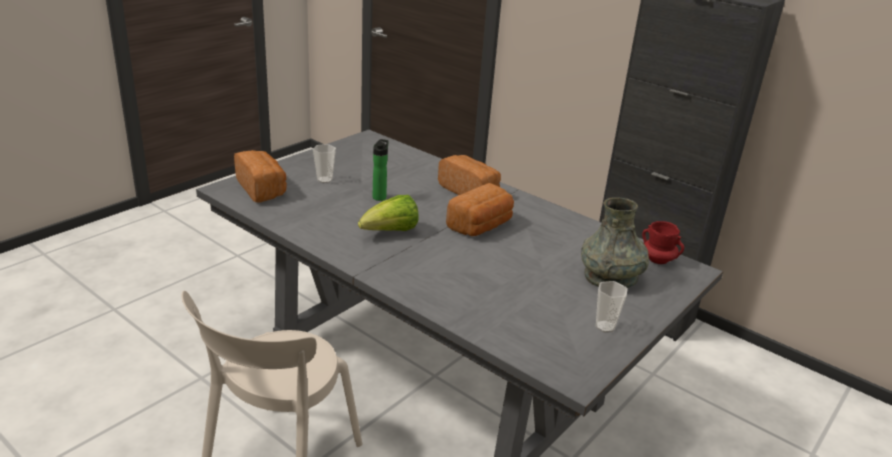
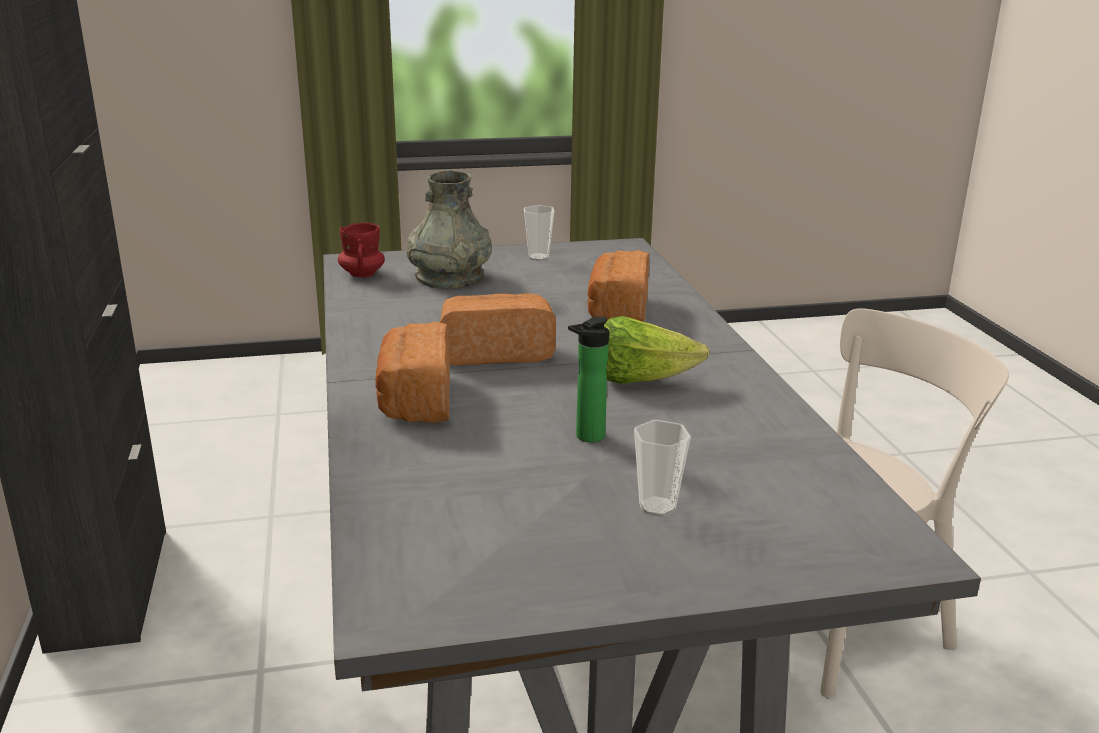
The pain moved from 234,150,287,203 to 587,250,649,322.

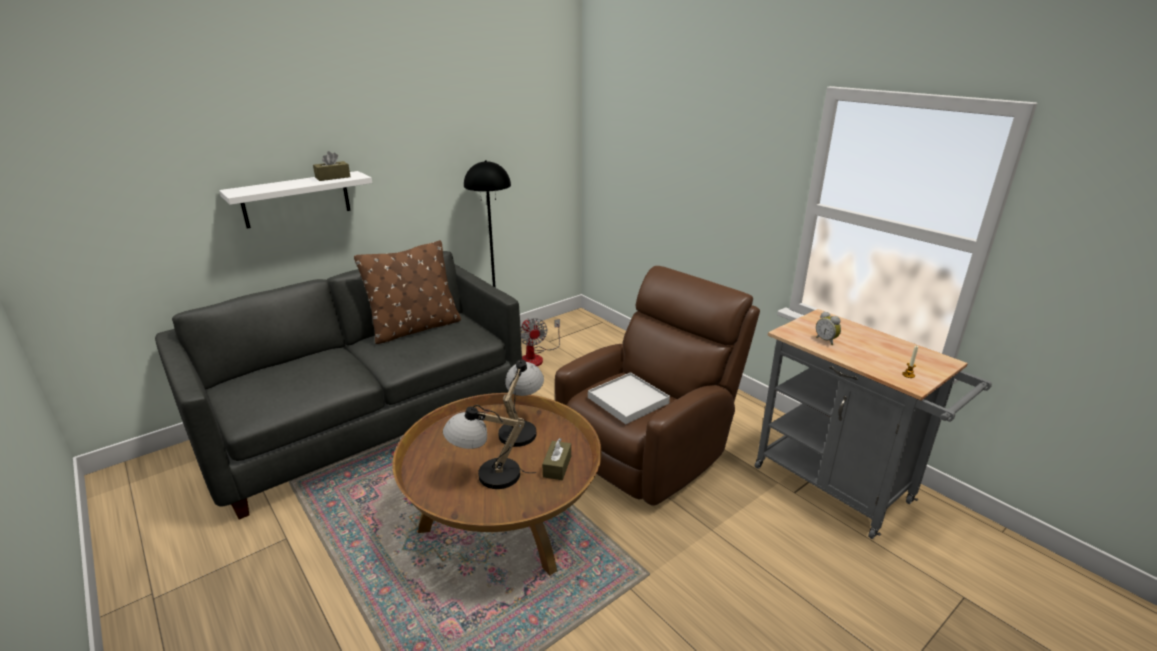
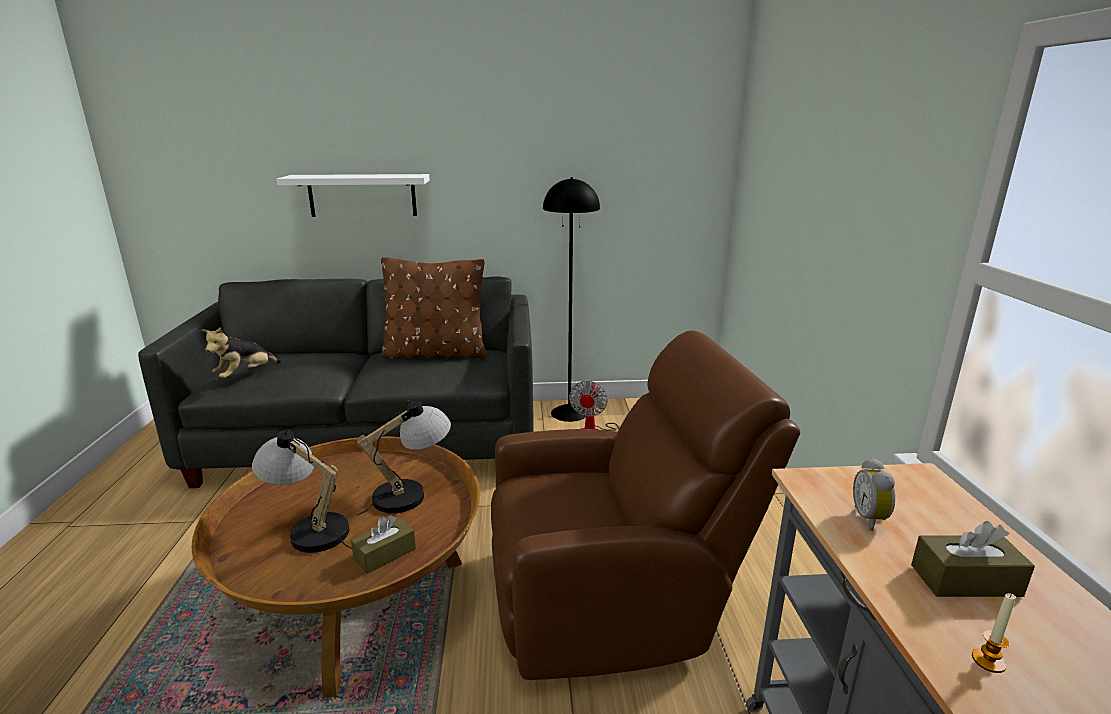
The peluche at 201,327,281,378 appeared. The boîte à mouchoirs [marron] moved from 313,151,351,181 to 911,521,1035,597. The plateau [blanc] at 588,372,670,424 disappeared.

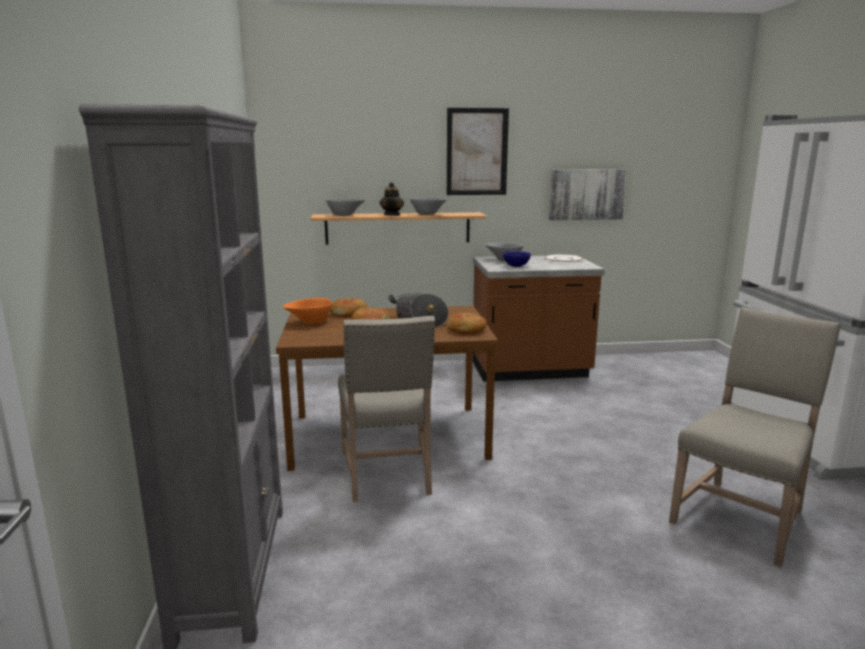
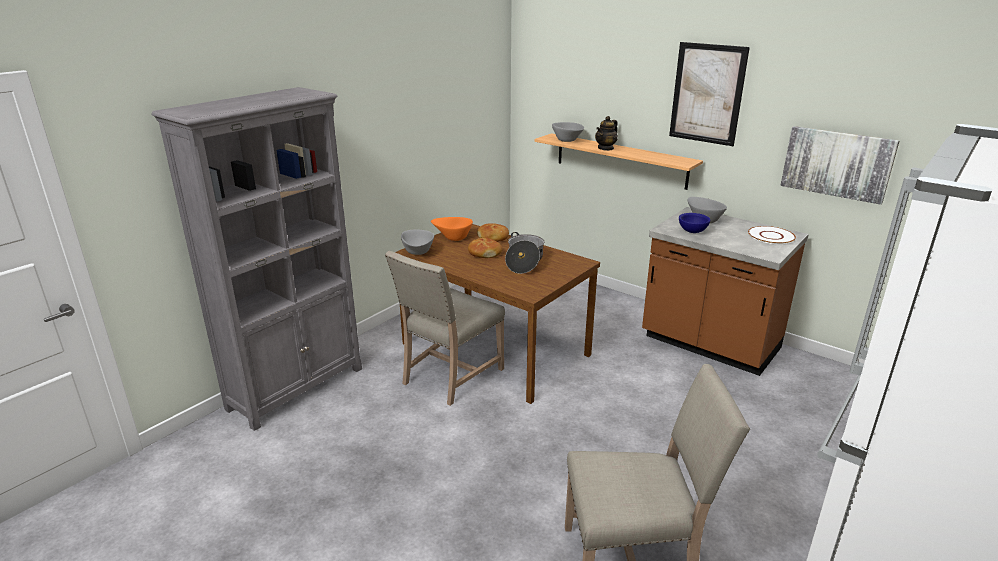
The bol [gris] moved from 410,197,447,215 to 401,230,434,255. The pain at 447,312,487,334 disappeared.

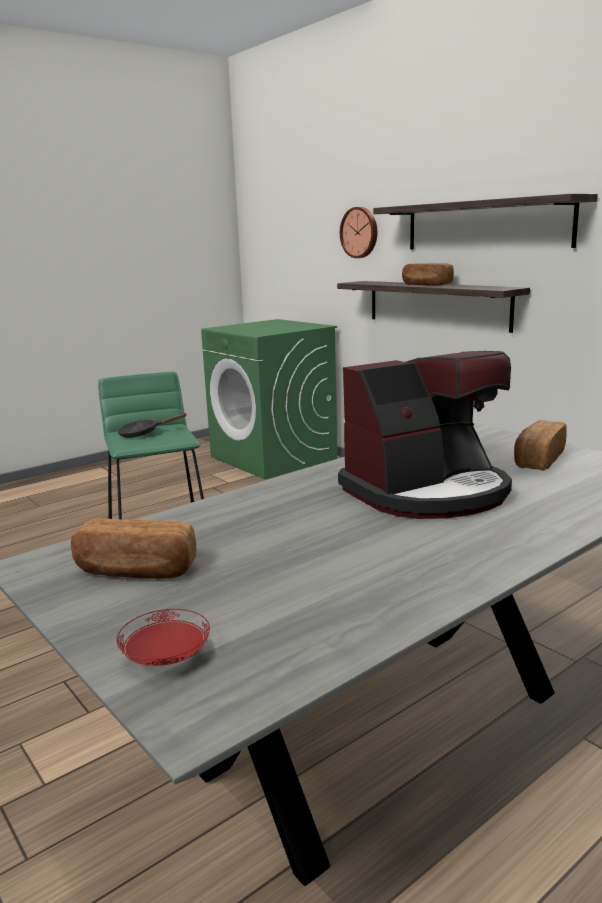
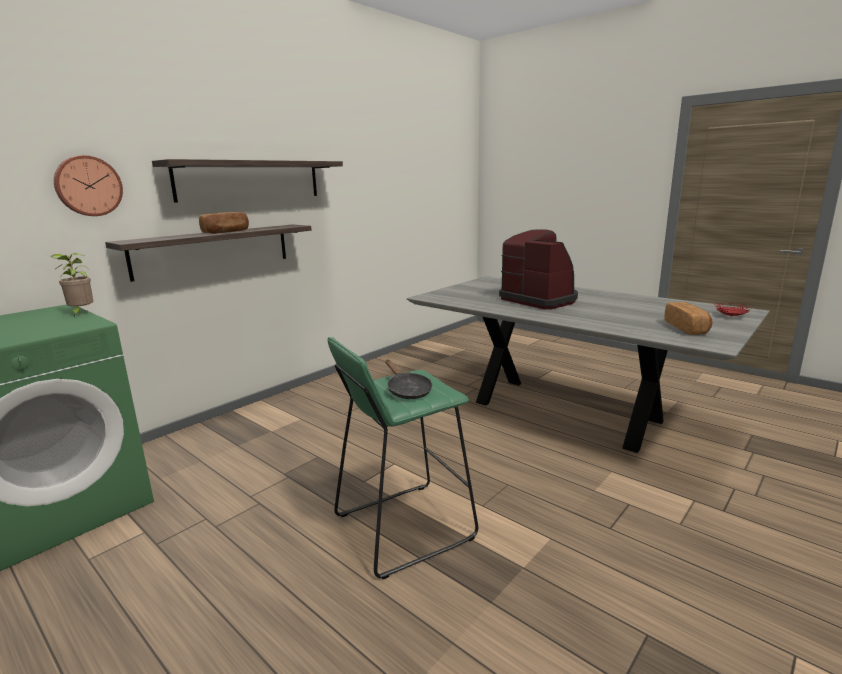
The plante en pot at 51,253,93,316 appeared. The pain at 514,420,567,471 disappeared.

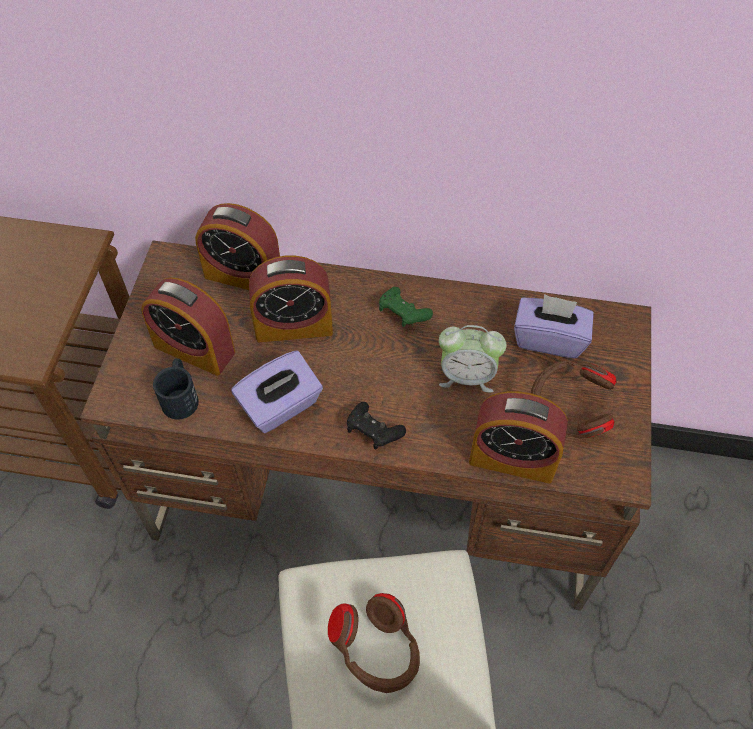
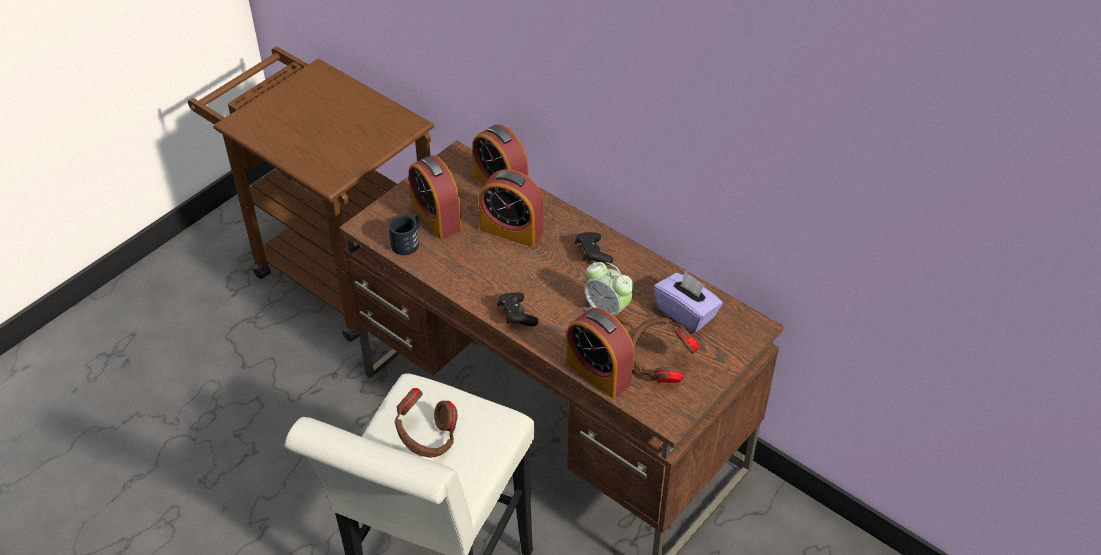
The manette [vert] at 379,287,433,327 became the manette [noir] at 575,232,613,265. The boîte à mouchoirs [violet] at 231,350,323,433 disappeared.

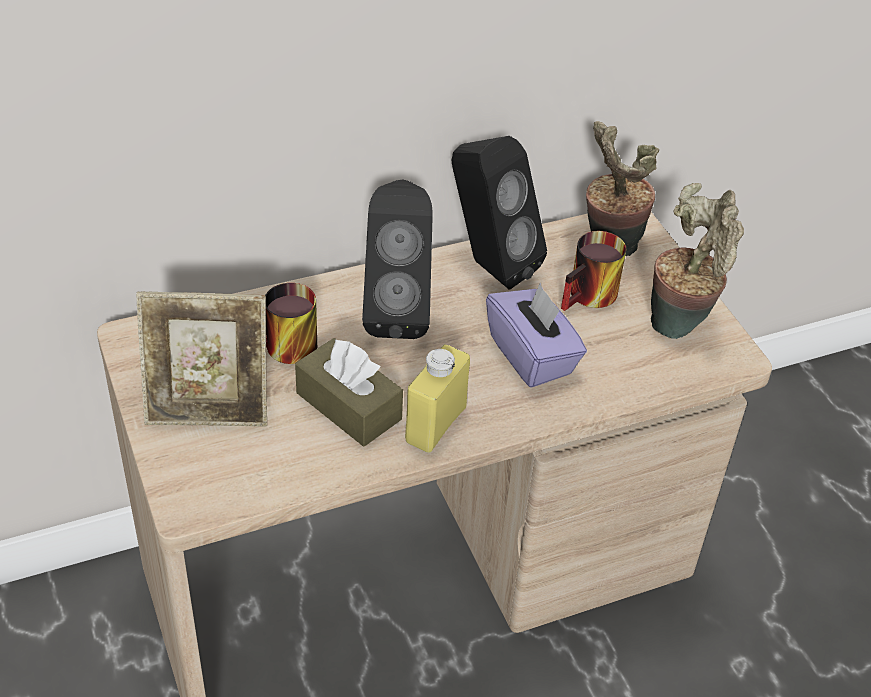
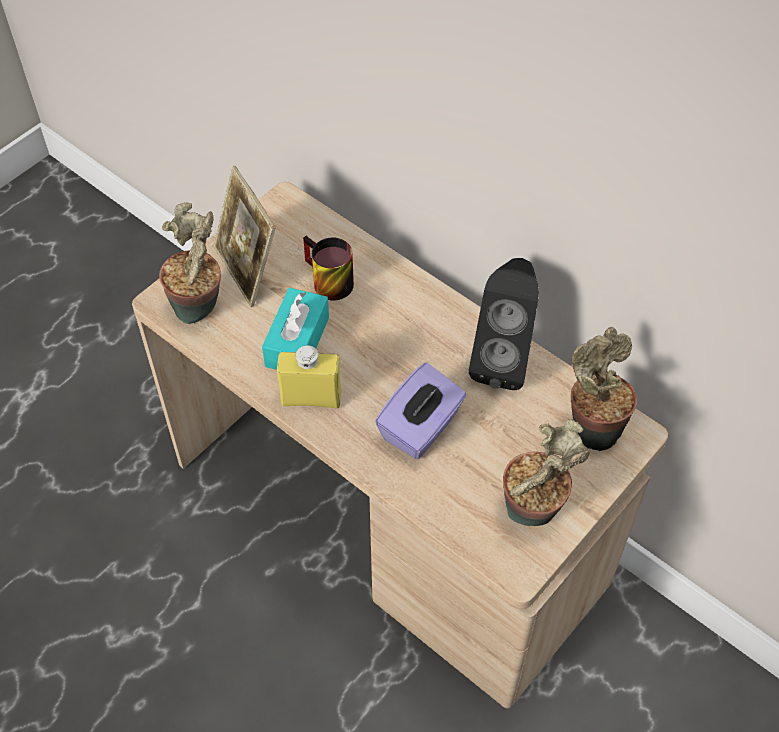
The plante en pot at 159,202,221,324 appeared. The boîte à mouchoirs [marron] at 295,338,403,446 became the boîte à mouchoirs [turquoise] at 262,288,329,370. The enceinte [noir] at 362,180,433,339 disappeared. The mug at 561,231,626,311 disappeared.

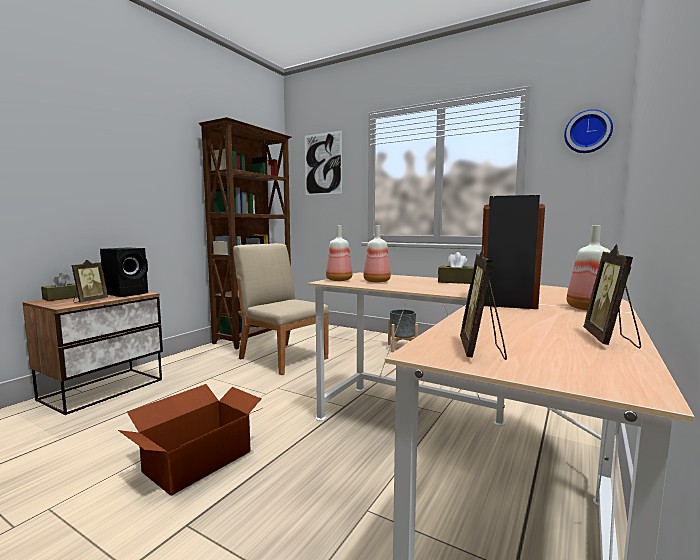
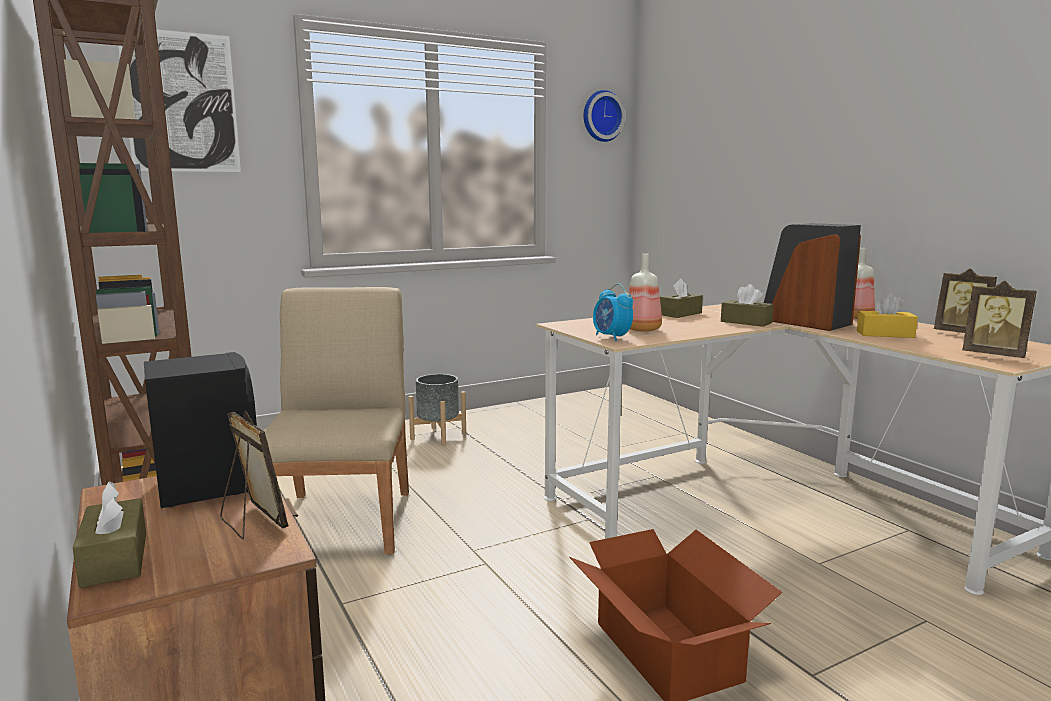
The chaise [beige] at 233,243,329,375 turned 105 degrees clockwise. The bouteille at 326,225,352,281 was replaced by the réveil at 593,284,633,341. The boîte à mouchoirs [marron] at 721,284,774,327 appeared. The boîte à mouchoirs [jaune] at 857,293,918,338 appeared.

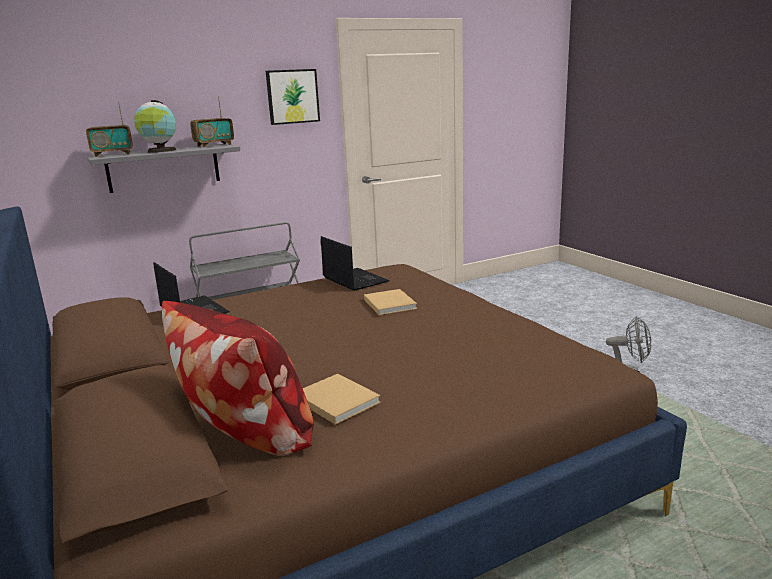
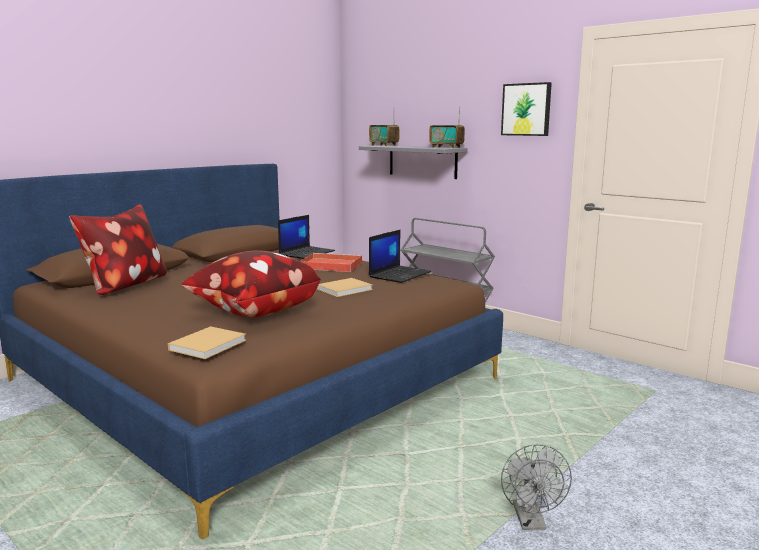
The livre [beige] moved from 303,374,381,425 to 168,326,246,359. The coussin at 181,250,321,318 appeared. The plateau [rouge] at 301,253,362,272 appeared. The globe at 134,100,176,153 disappeared.

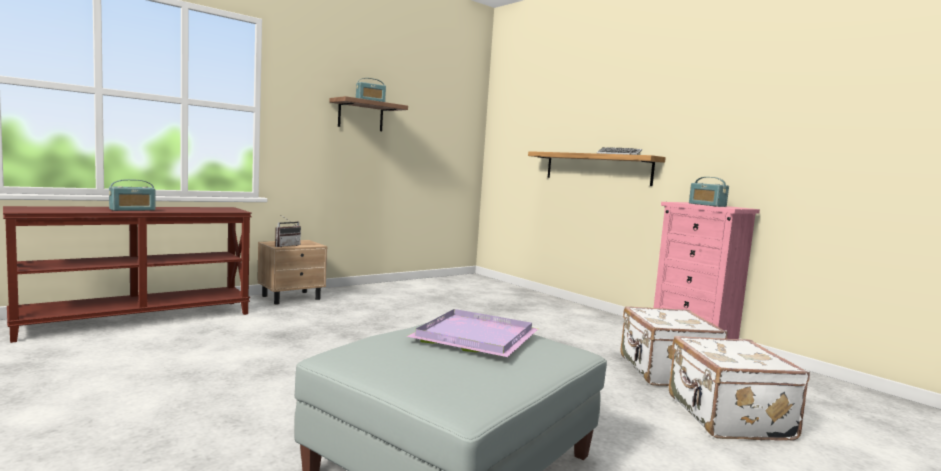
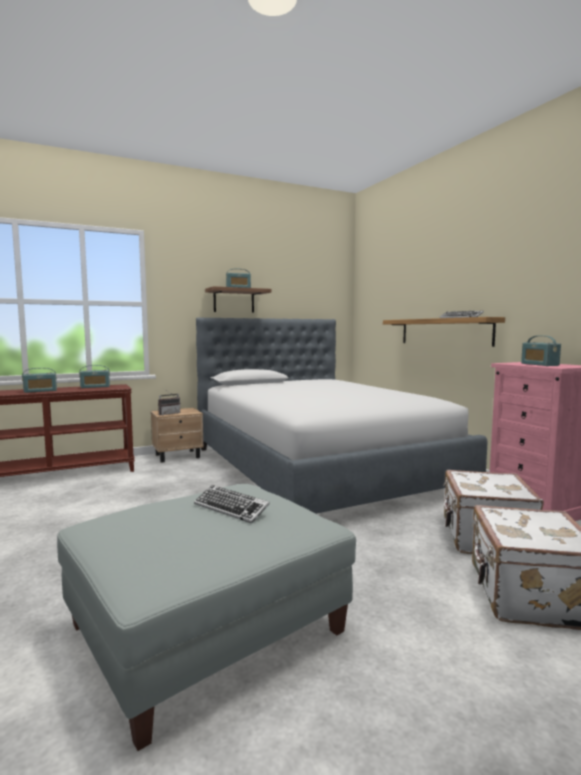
The radio at 79,365,110,388 appeared. The plateau [violet] at 406,309,538,357 was replaced by the clavier at 194,485,270,524. The lit at 196,317,488,514 appeared.

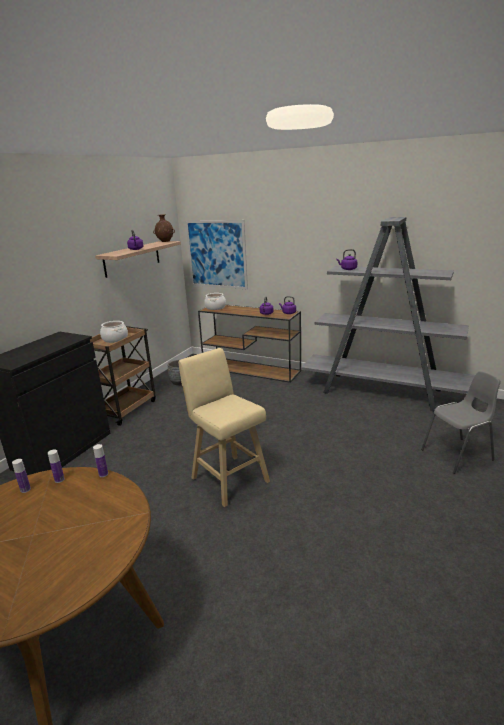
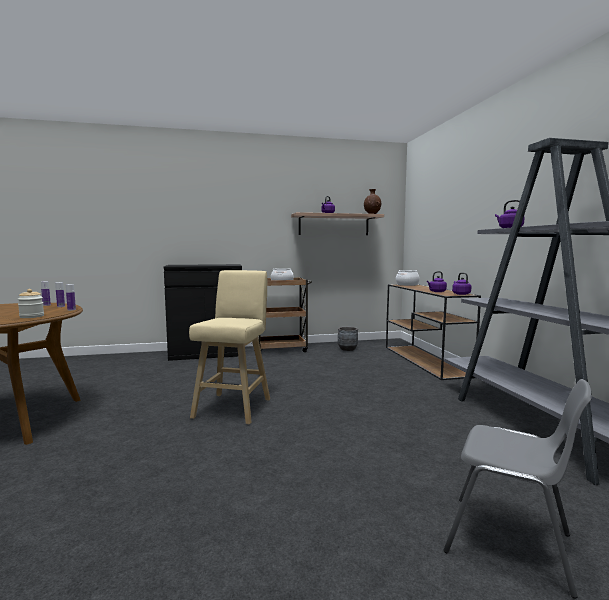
The bocal at 18,289,44,318 appeared. The tableau at 185,220,248,289 disappeared.

